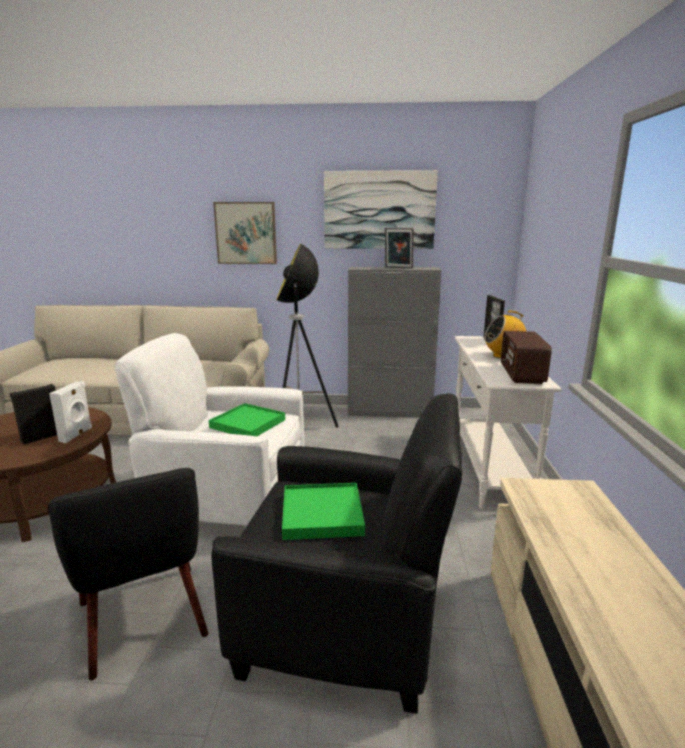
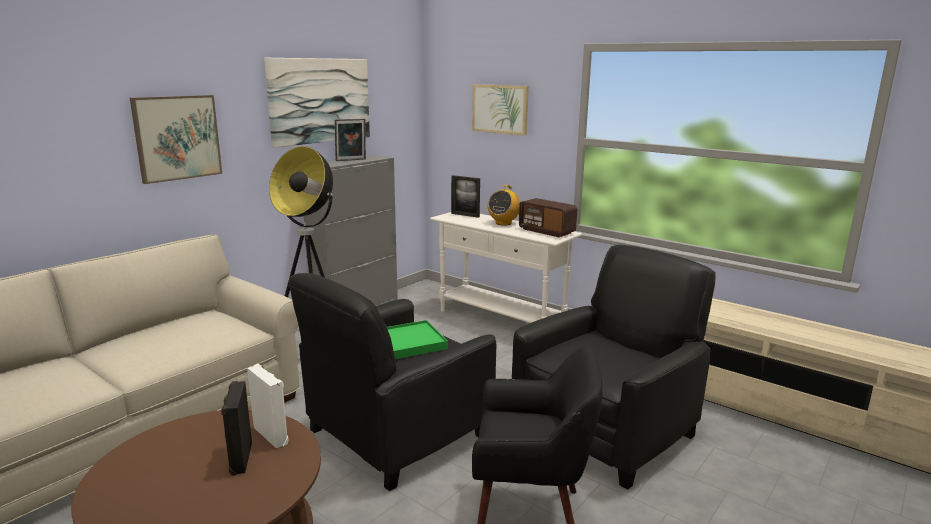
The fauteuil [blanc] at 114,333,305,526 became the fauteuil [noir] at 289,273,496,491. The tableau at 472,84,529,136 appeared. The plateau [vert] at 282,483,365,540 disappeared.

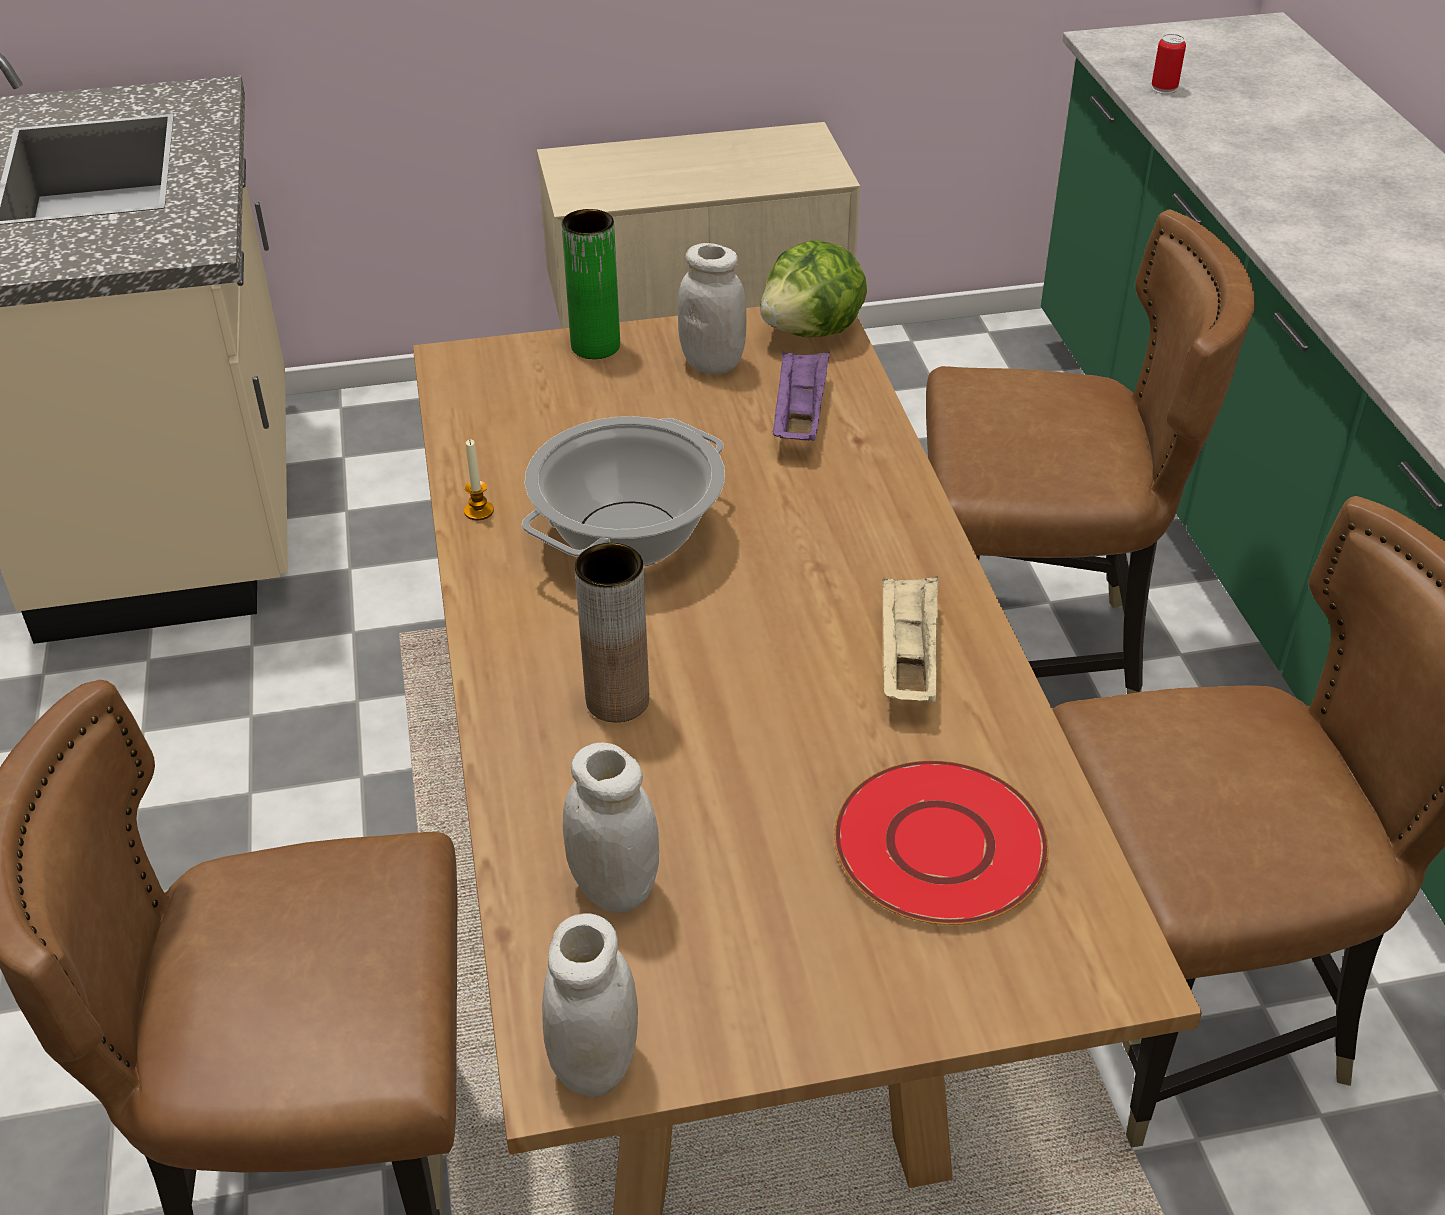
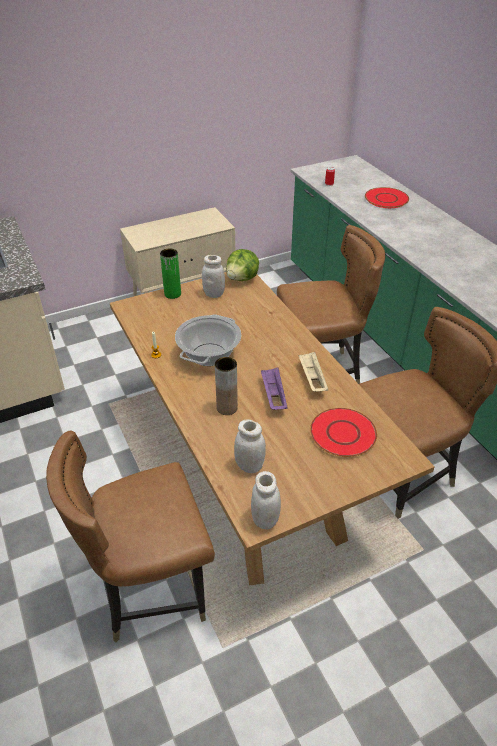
The plateau [violet] moved from 772,351,830,441 to 261,368,288,410. The assiette [rouge] at 365,187,409,208 appeared.

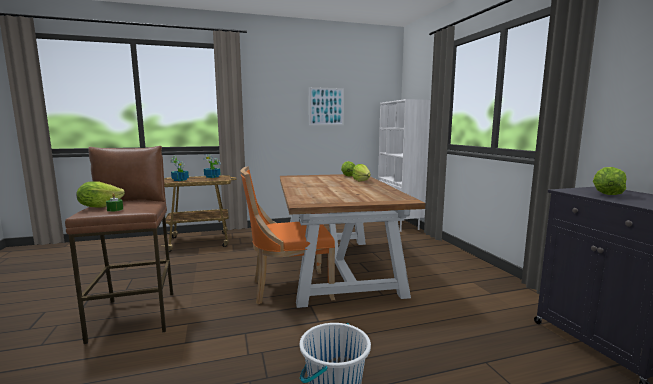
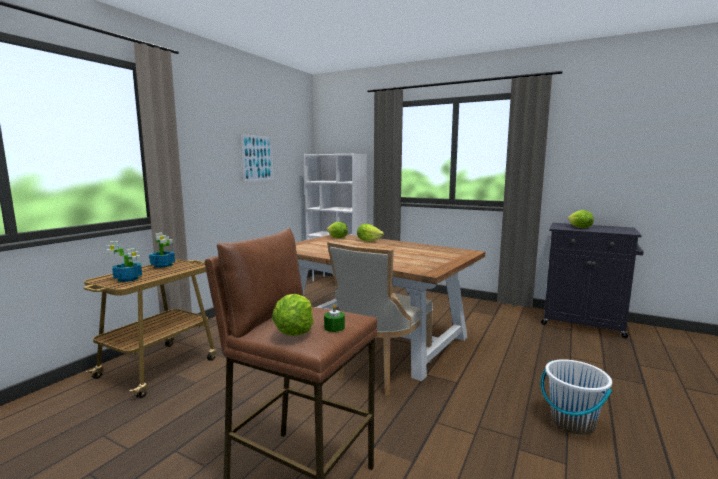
The chaise [orange] at 240,166,335,304 became the chaise [beige] at 327,241,433,395.

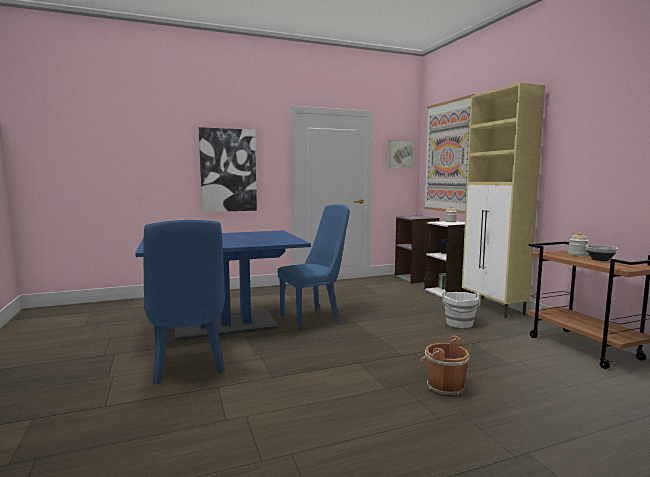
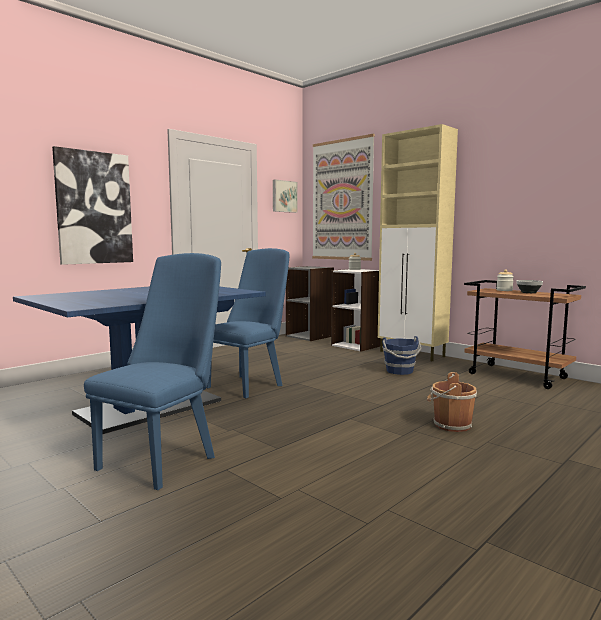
The chaise [bleu] at 143,220,226,384 turned 105 degrees counterclockwise. The seau [blanc] at 442,290,481,328 became the seau [bleu] at 382,336,422,375.

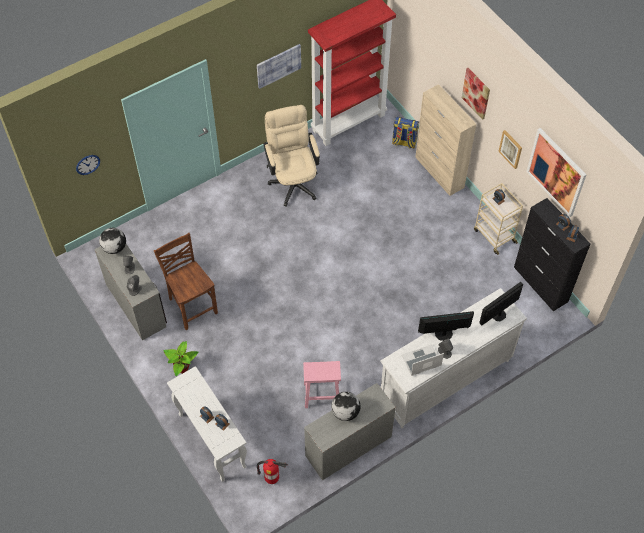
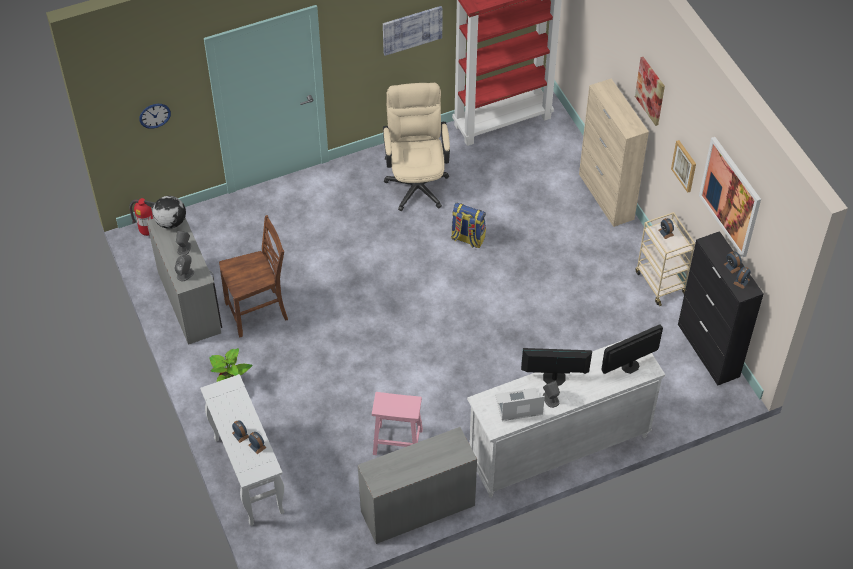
The extincteur moved from 257,459,288,484 to 129,198,155,236. The chaise [marron] at 154,233,218,330 turned 90 degrees clockwise. The sac à dos moved from 392,117,419,149 to 451,203,486,248. The globe at 331,392,361,421 disappeared.

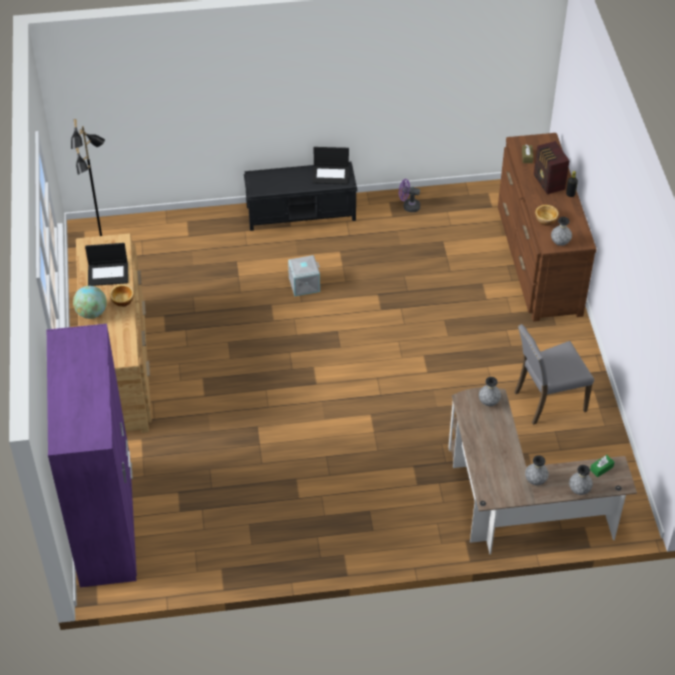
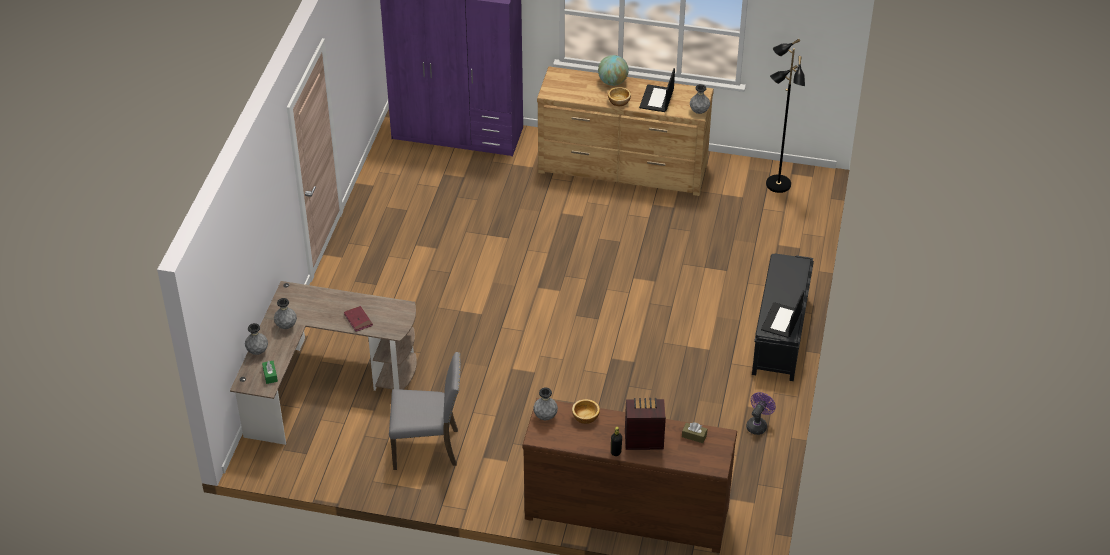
The livre [rouge] at 344,306,373,332 appeared. The chaise [gris] at 514,324,594,425 turned 90 degrees clockwise. The vase [gris] moved from 479,377,501,406 to 690,84,710,114. The boîte de rangement [gris] at 288,255,320,296 disappeared.

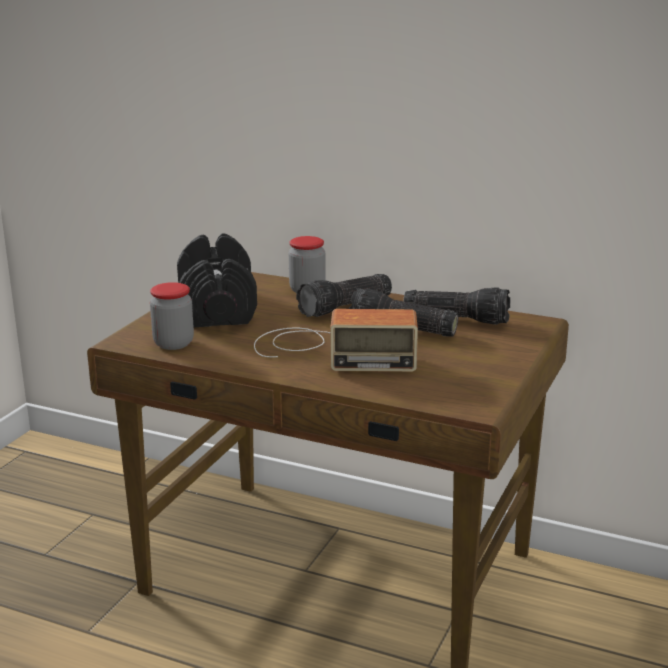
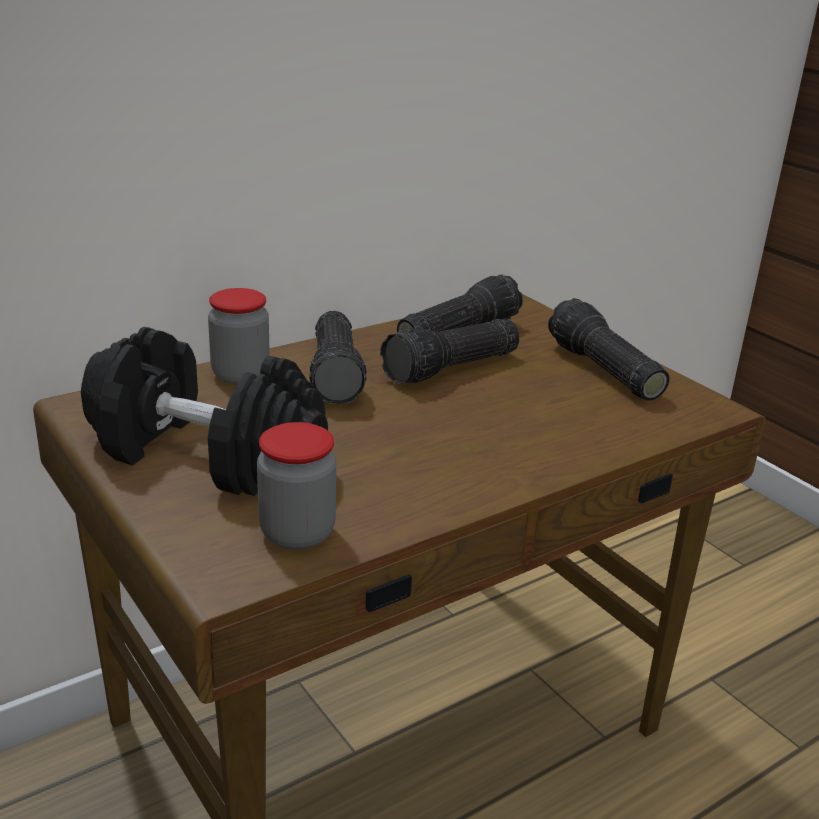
The lampe de poche at 548,298,670,401 appeared. The radio at 254,309,418,372 disappeared.

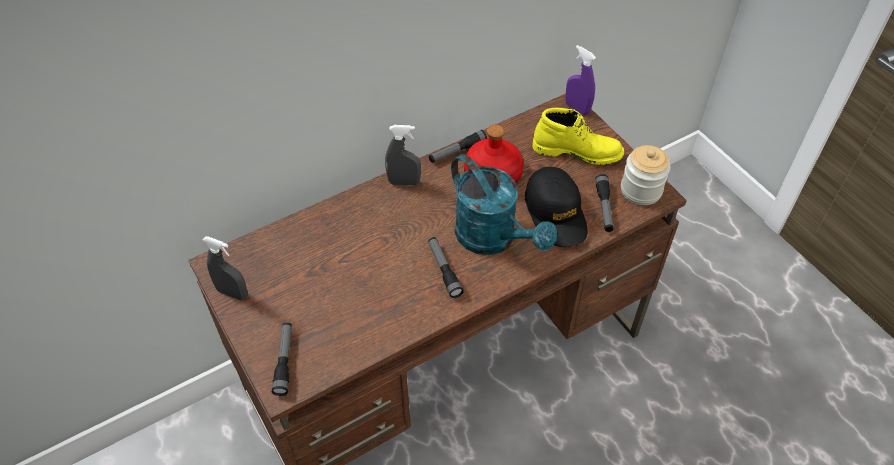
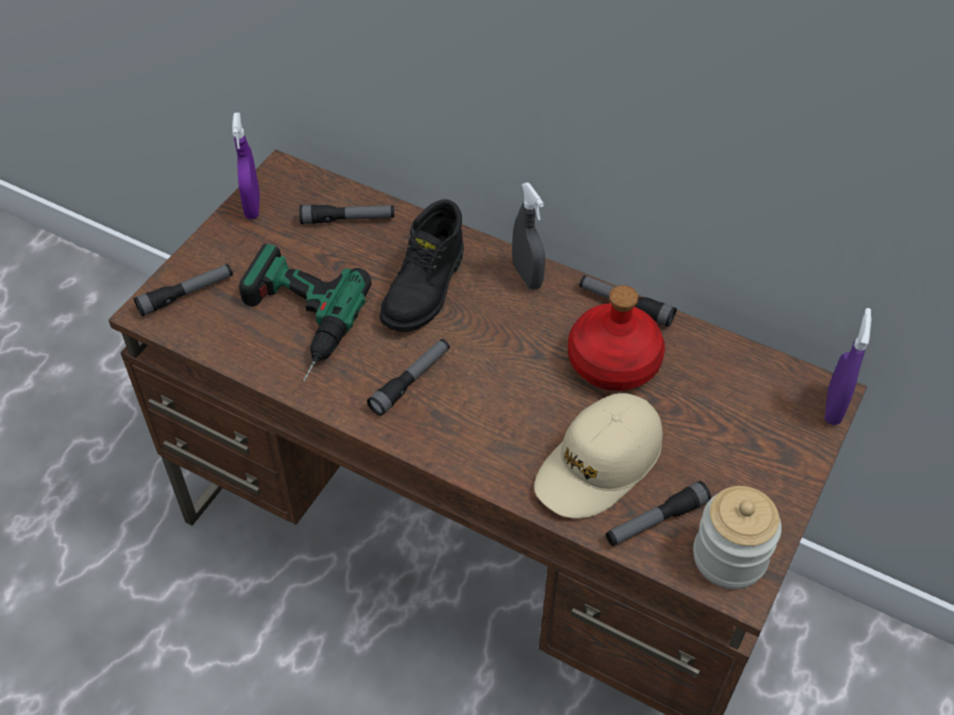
The vaporisateur [gris] at 203,236,248,300 became the vaporisateur [violet] at 232,112,260,219. The perceuse at 239,244,371,382 appeared. The lampe de poche at 299,205,394,224 appeared. The botte [noir] at 380,199,464,332 appeared. The casquette [noir] at 525,167,588,247 became the casquette [beige] at 534,393,663,518. The arrosoir [turquoise] at 451,154,557,255 disappeared. The botte [jaune] at 532,108,624,165 disappeared.

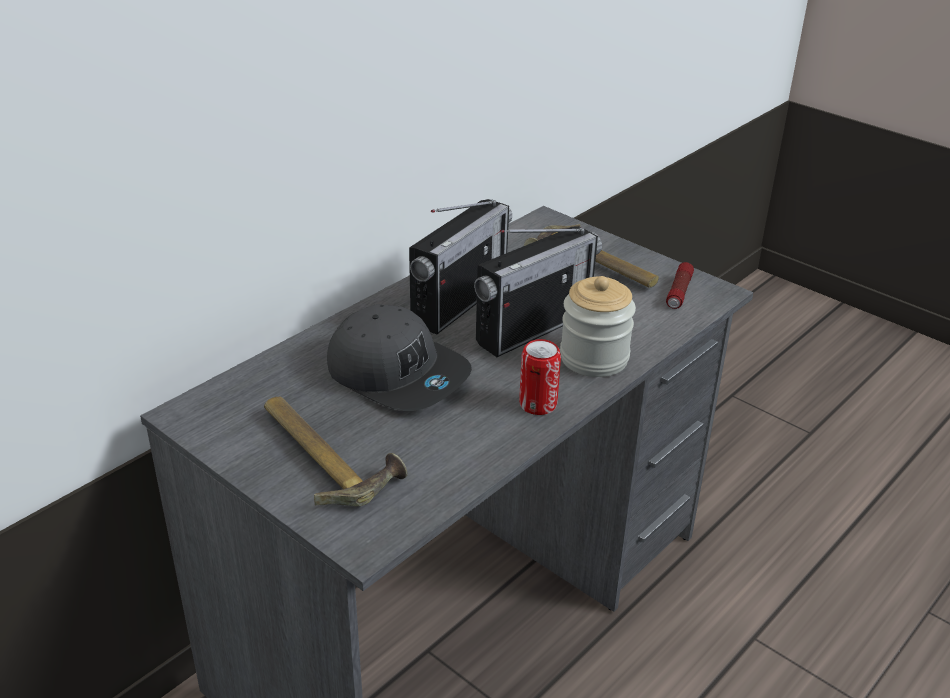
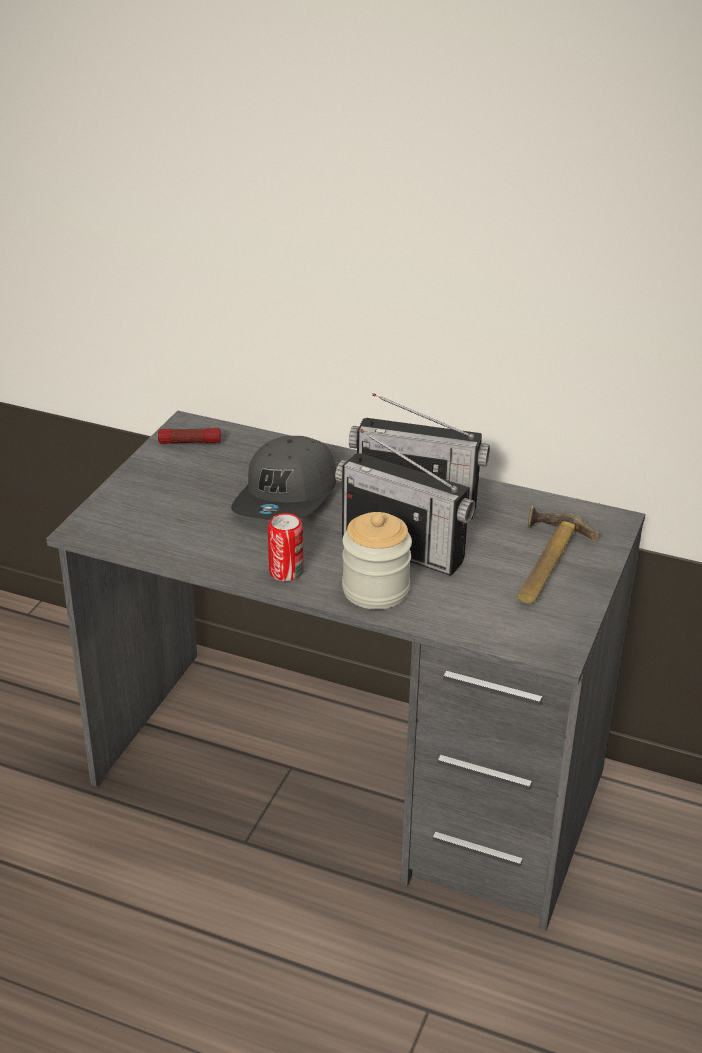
The lampe de poche moved from 666,262,694,309 to 158,428,221,444. The marteau at 264,397,408,506 disappeared.

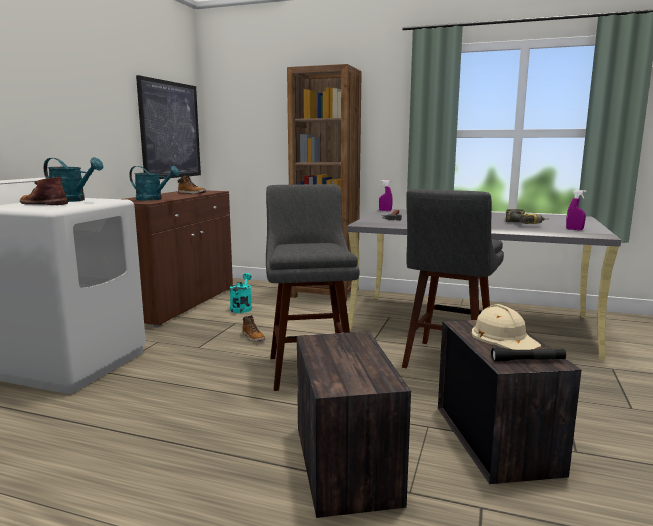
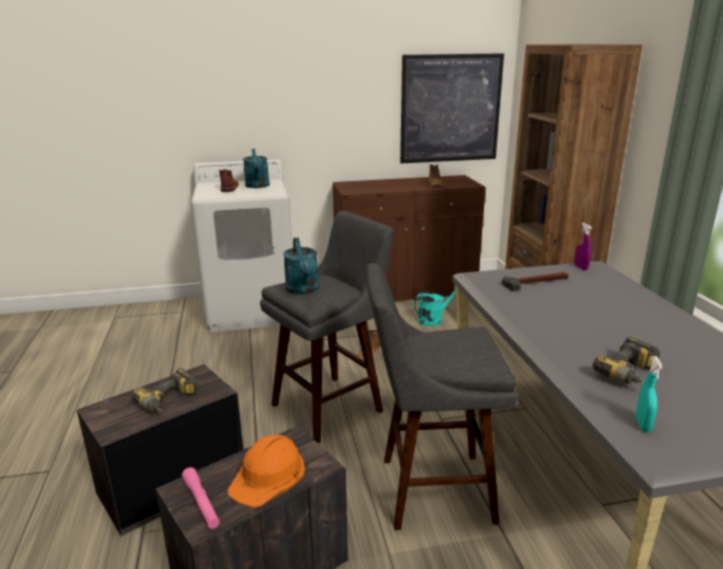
The perceuse at 131,368,197,412 appeared. The lampe de poche [noir] at 491,348,566,362 became the lampe de poche [rose] at 182,467,220,529. The casque de chantier [beige] at 472,304,541,350 became the casque de chantier [orange] at 228,434,305,508. The arrosoir [turquoise] moved from 129,166,179,201 to 283,238,319,295. The vaporisateur [violet] at 566,190,586,230 became the vaporisateur [turquoise] at 636,356,663,432.

